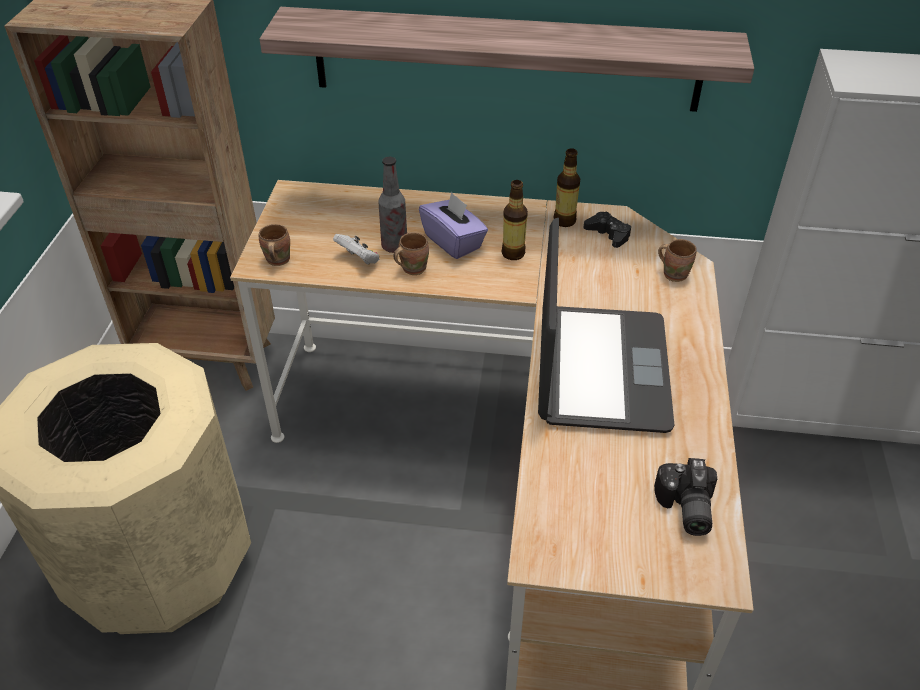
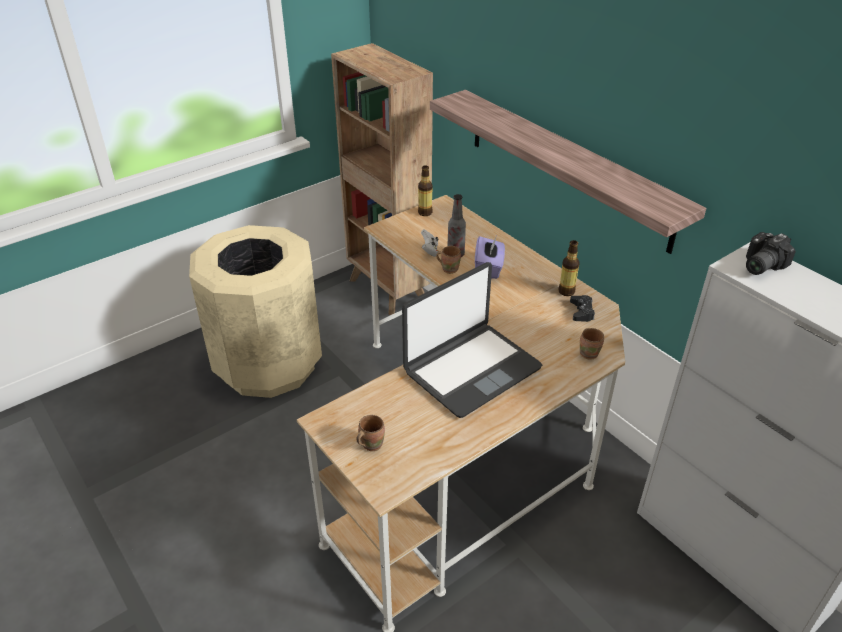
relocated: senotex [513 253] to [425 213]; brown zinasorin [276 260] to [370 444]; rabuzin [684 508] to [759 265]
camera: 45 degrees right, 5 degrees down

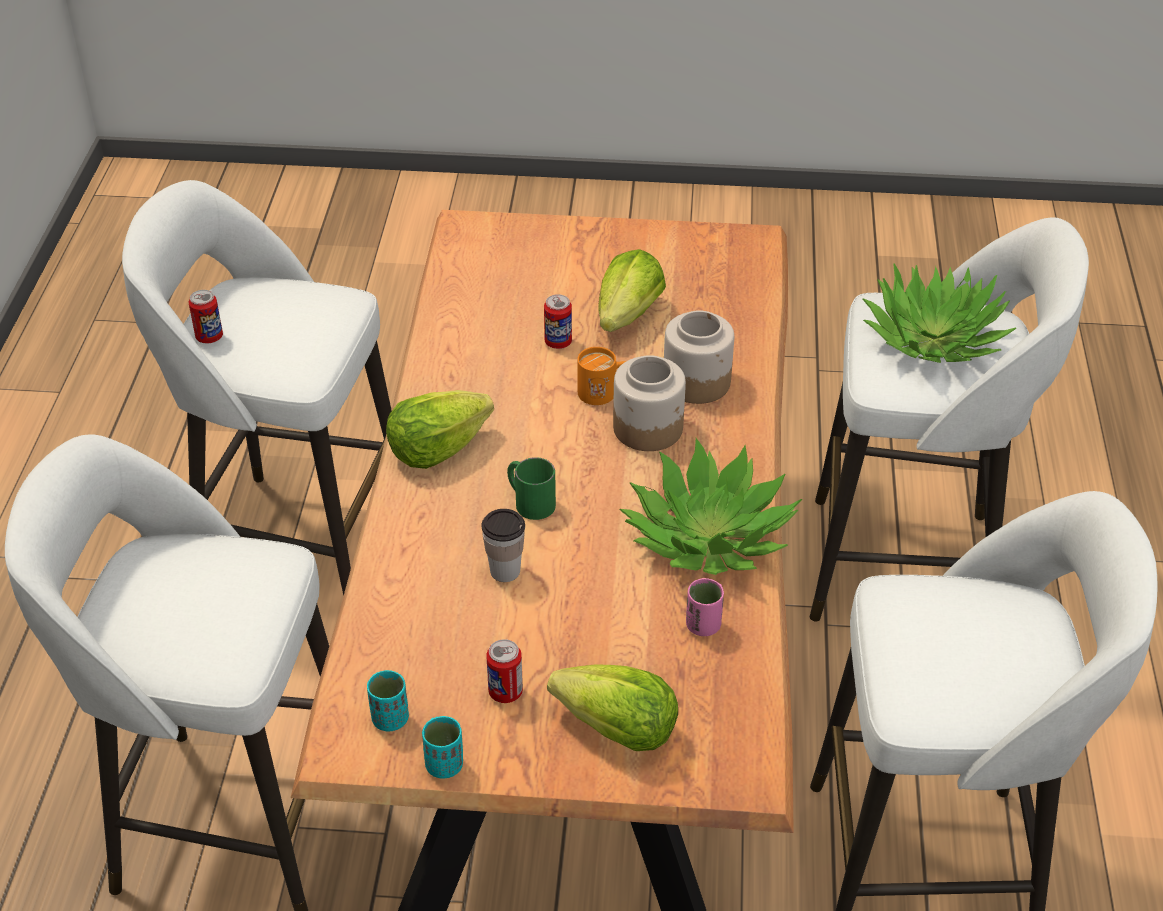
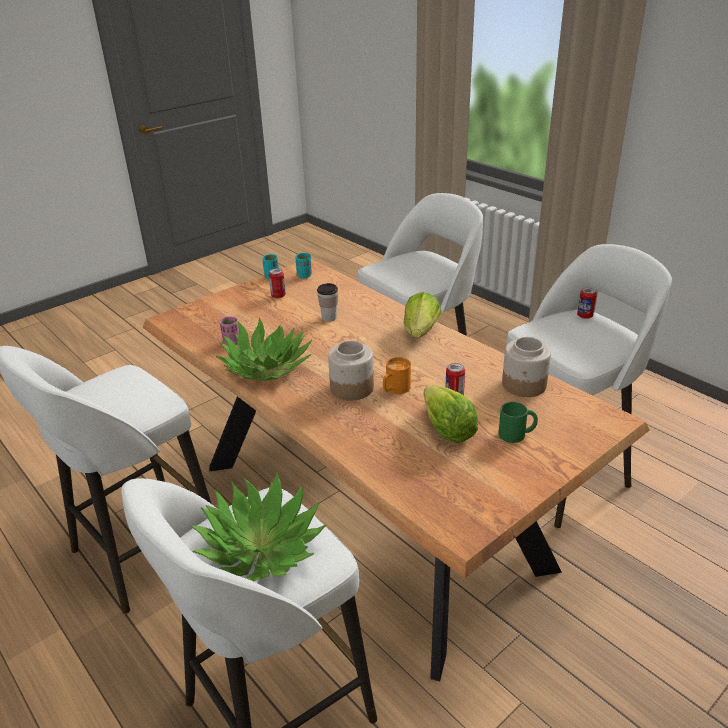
missing: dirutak [618 730]
relocated: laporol [697 381] to [524 385]; green zinasorin [529 501] to [517 434]
camera: 135 degrees right, 10 degrees down

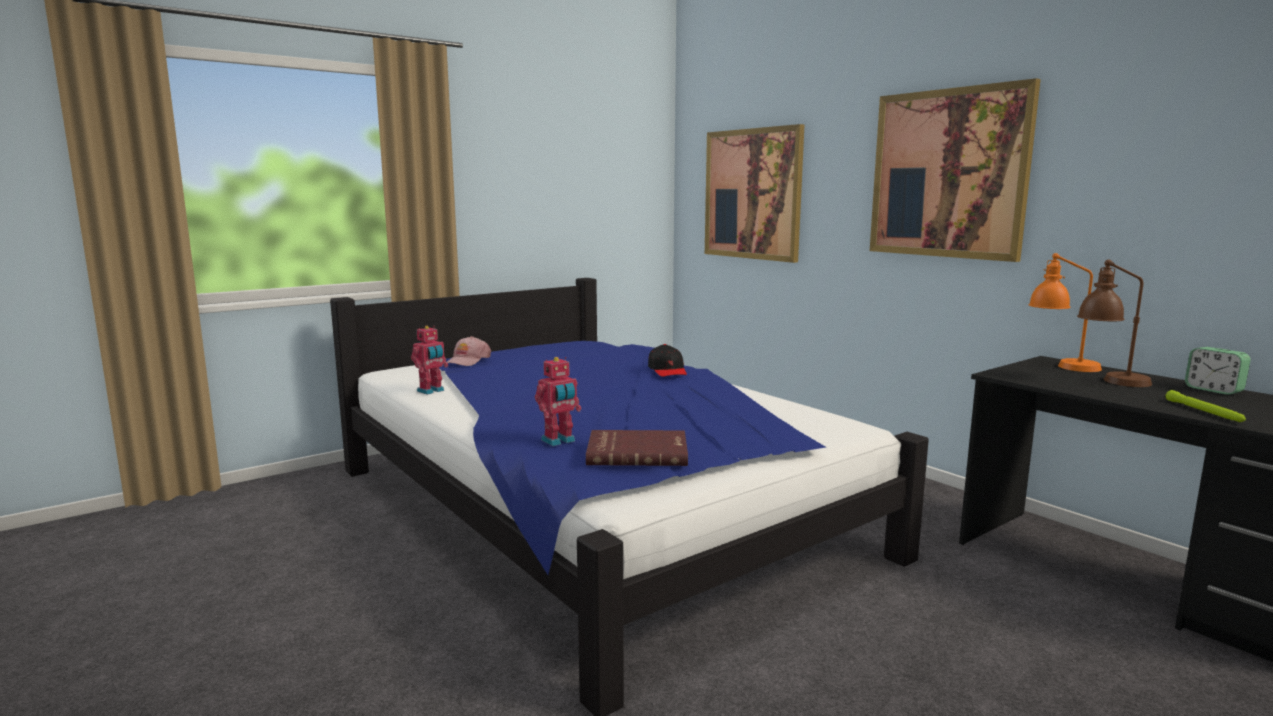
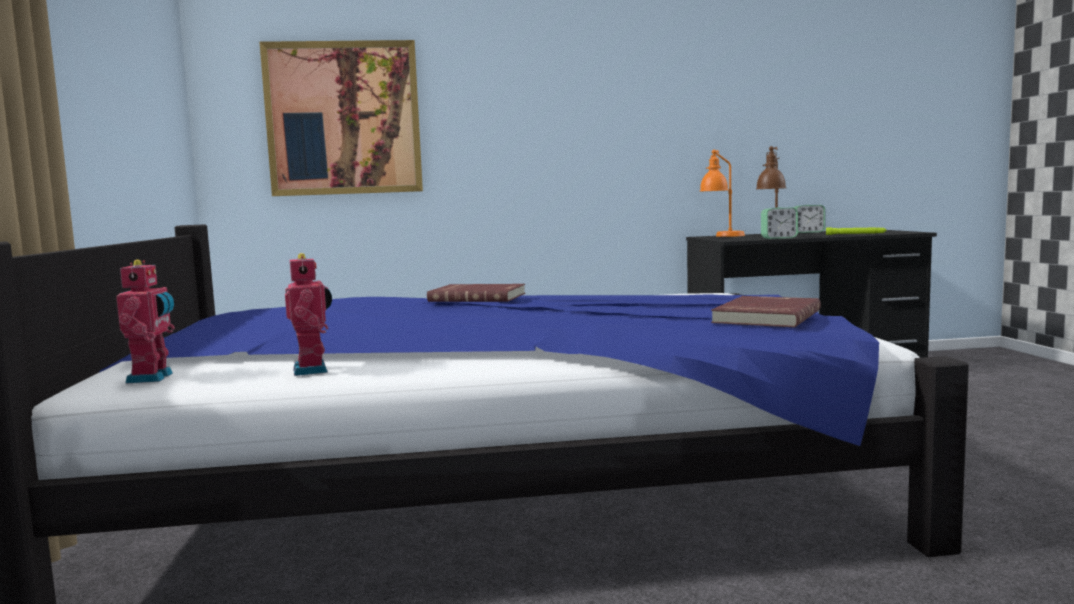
missing: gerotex [948 174]; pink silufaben [467 360]
appeared: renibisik [779 238]
relocated: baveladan [559 441] to [153 378]
exchanged: black silufaben [667 370] to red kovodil [478 297]
camera: 60 degrees left, 5 degrees down

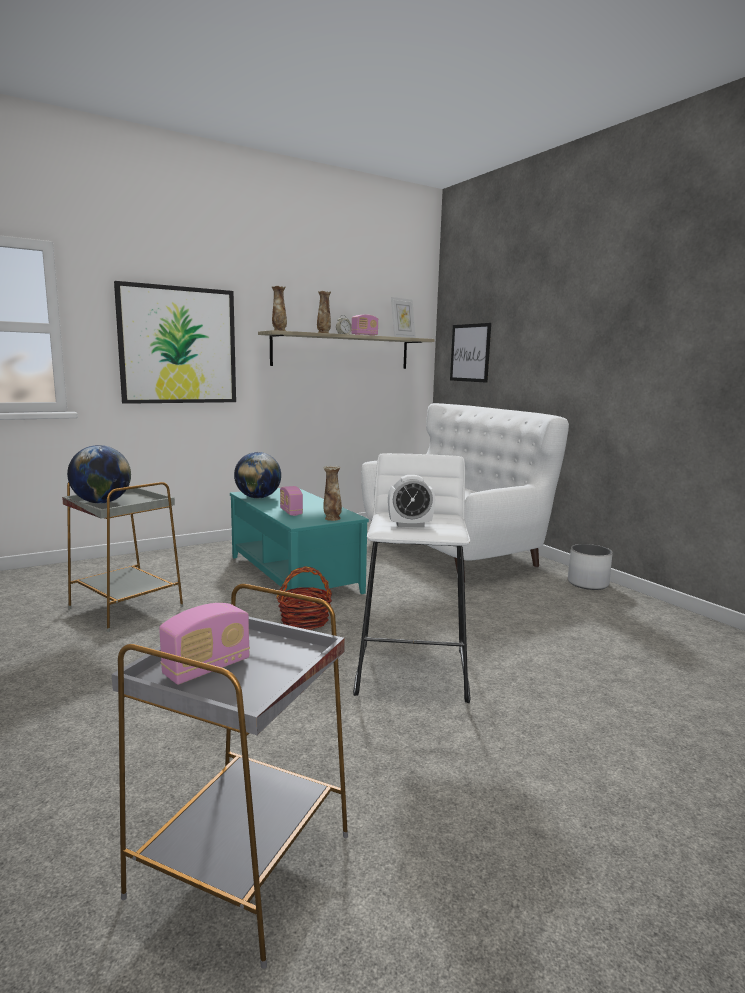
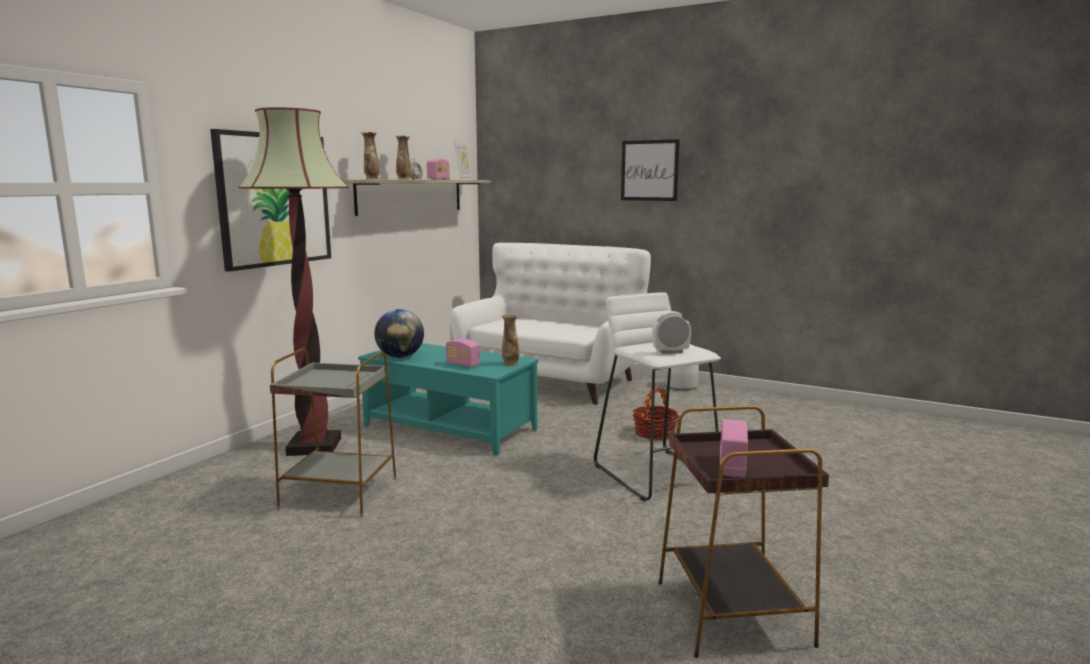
missing: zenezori [102 502]
appeared: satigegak [314 446]
relocated: gerotex [470 353] to [649 170]; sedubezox [305 621] to [654 433]
colour: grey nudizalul [244 864] to brown nudizalul [733 611]
spun: renibisik [410 525] = [670 352] 150 degrees counterclockwise
camera: 30 degrees left, 0 degrees up

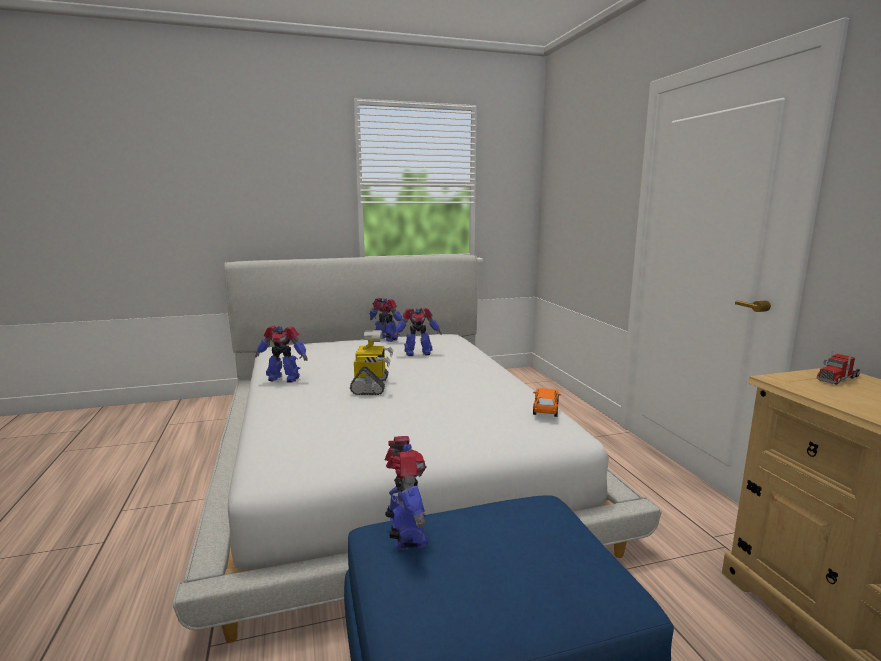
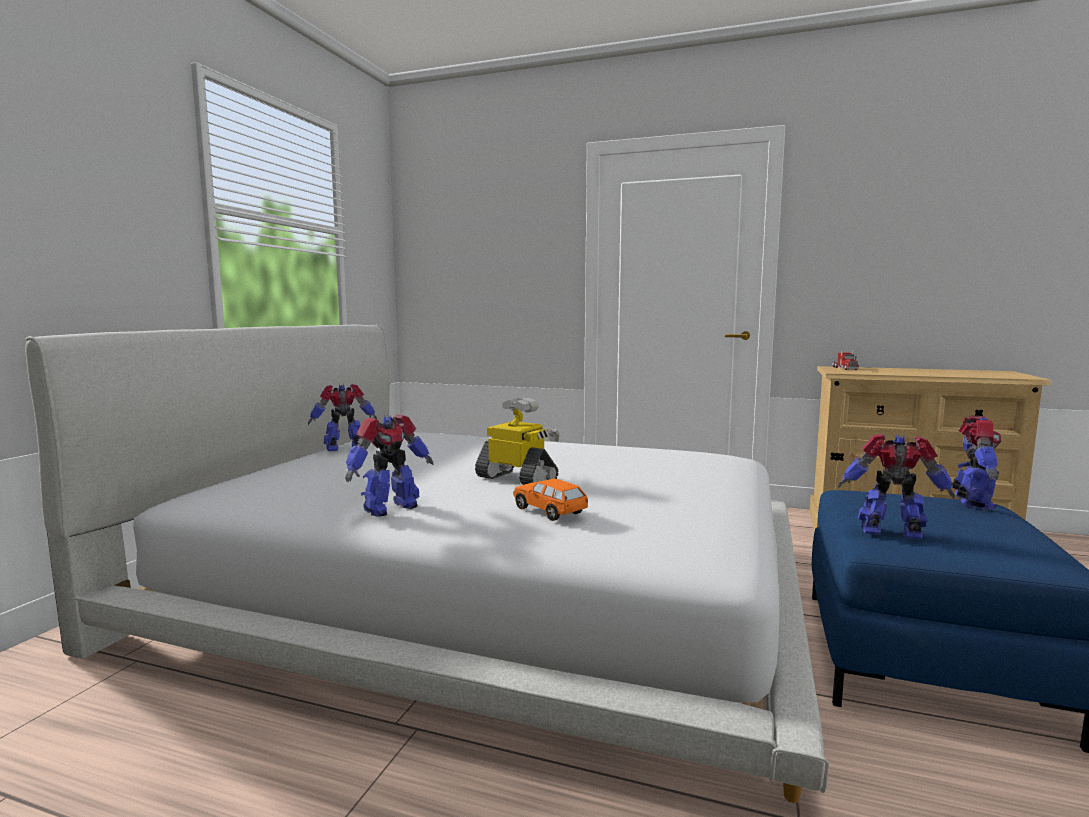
relocated: baveladan [417 353] to [972 502]; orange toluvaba [545 409] to [549 511]
camera: 55 degrees left, 5 degrees down

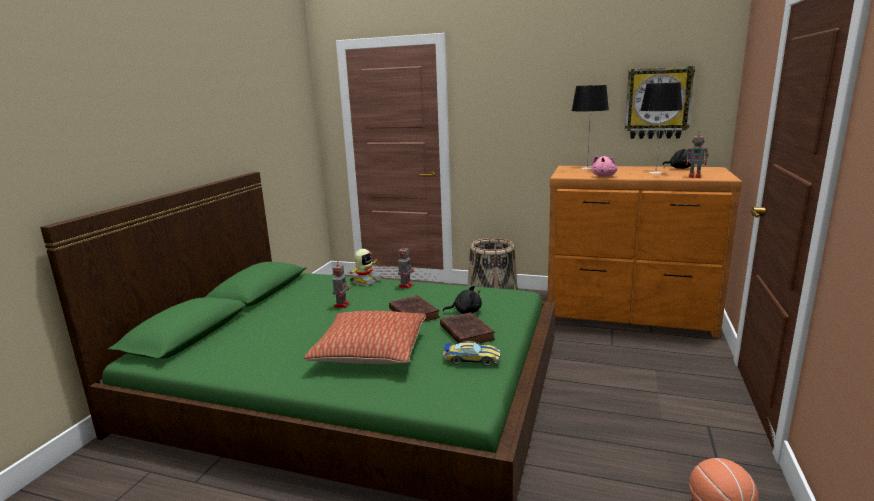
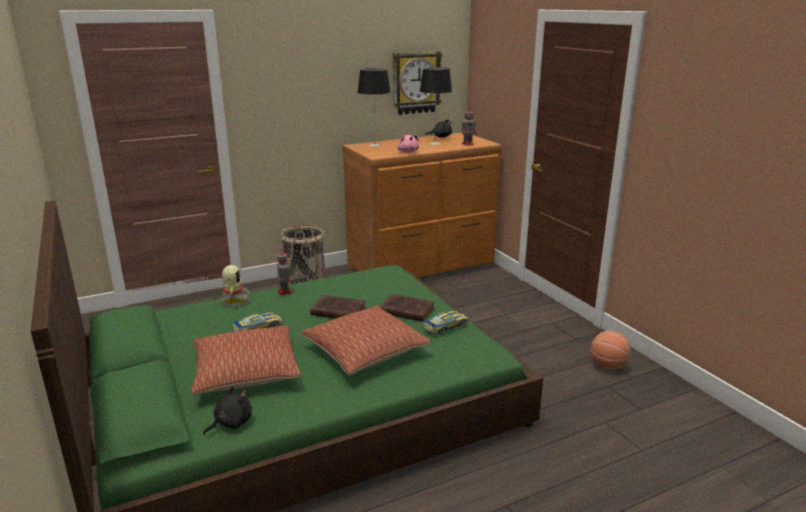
appeared: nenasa [246 372]
relocated: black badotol [465 312] to [231 423]
exchanged: baveladan [342 305] to toluvaba [258 328]
camera: 45 degrees left, 5 degrees up

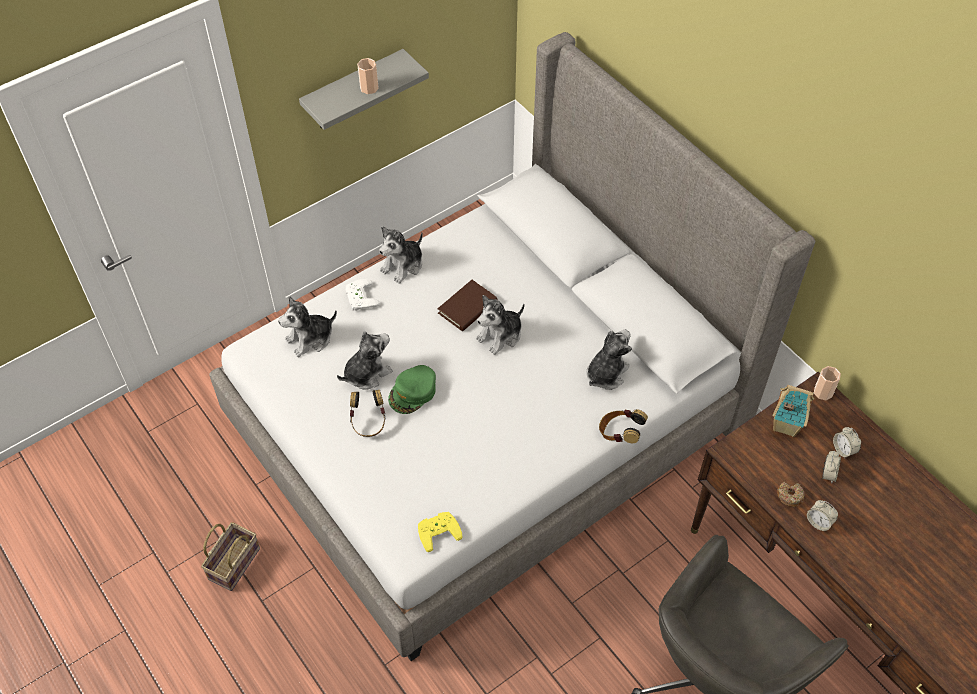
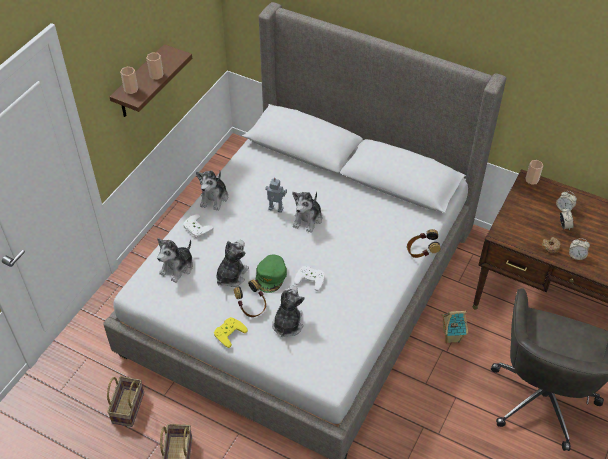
appeared: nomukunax [131 89]; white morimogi [311 278]; sedubezox [127 406]
relocated: badotol [606 373] to [287 324]; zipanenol [785 425] to [451 336]; yellow morimogi [438 530] to [228 332]
exchanged: brown kovodil [467 308] to baveladan [275 209]
colour: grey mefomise [354 91] to brown mefomise [140 83]
camera: 25 degrees left, 5 degrees down

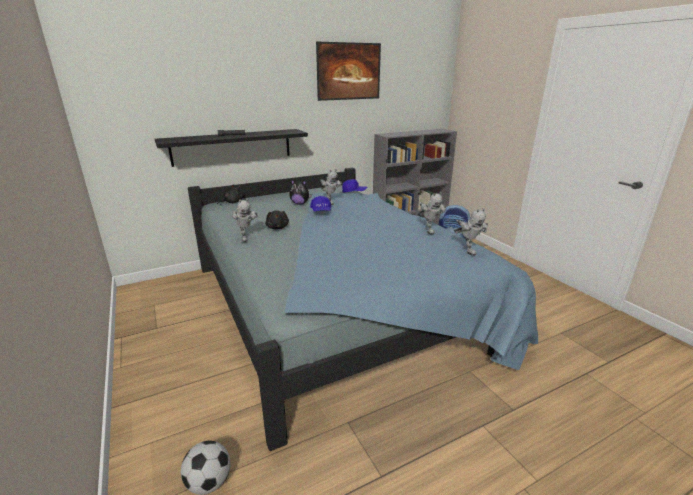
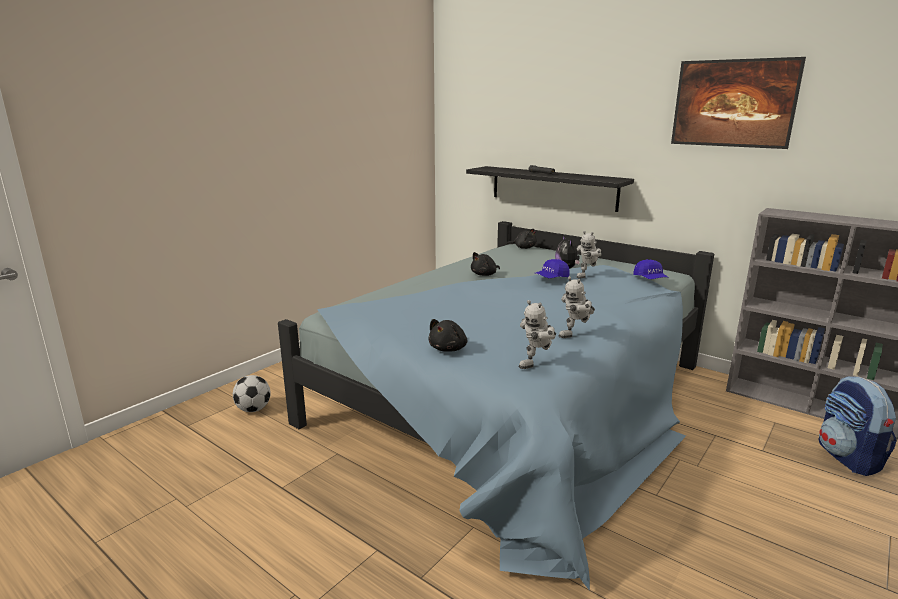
missing: baveladan [245 237]
appeared: black badotol [449 348]
camera: 65 degrees right, 5 degrees down

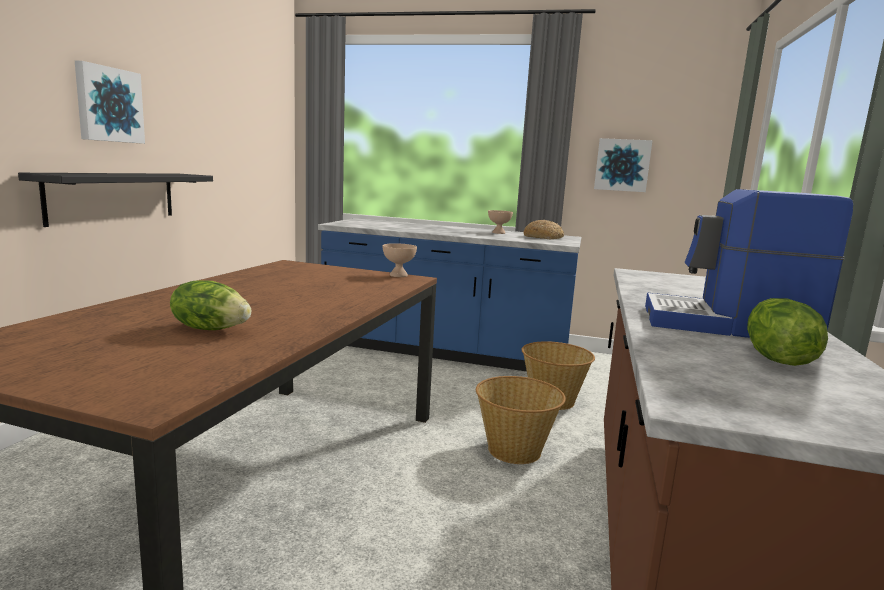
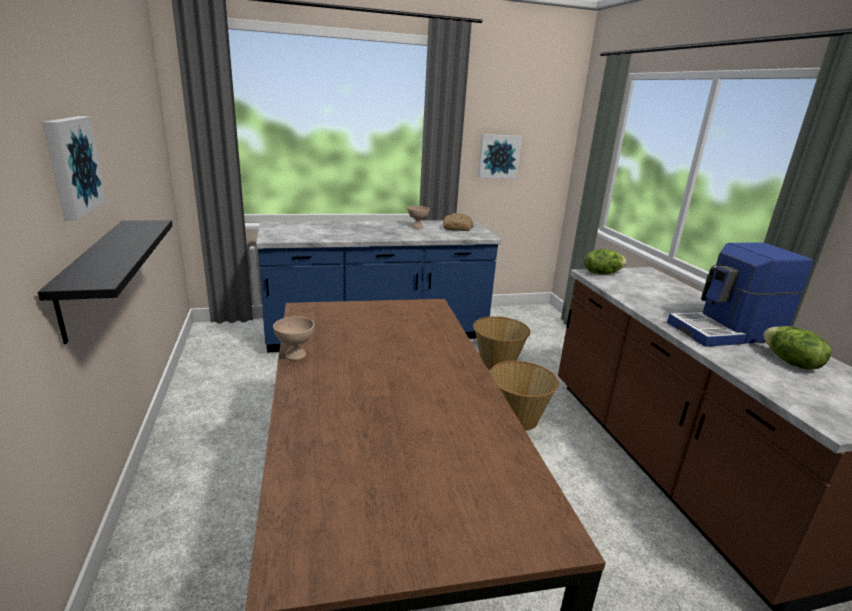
relocated: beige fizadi [399 275] to [296 355]; dirutak [211 328] to [602 273]
camera: 30 degrees left, 10 degrees up

